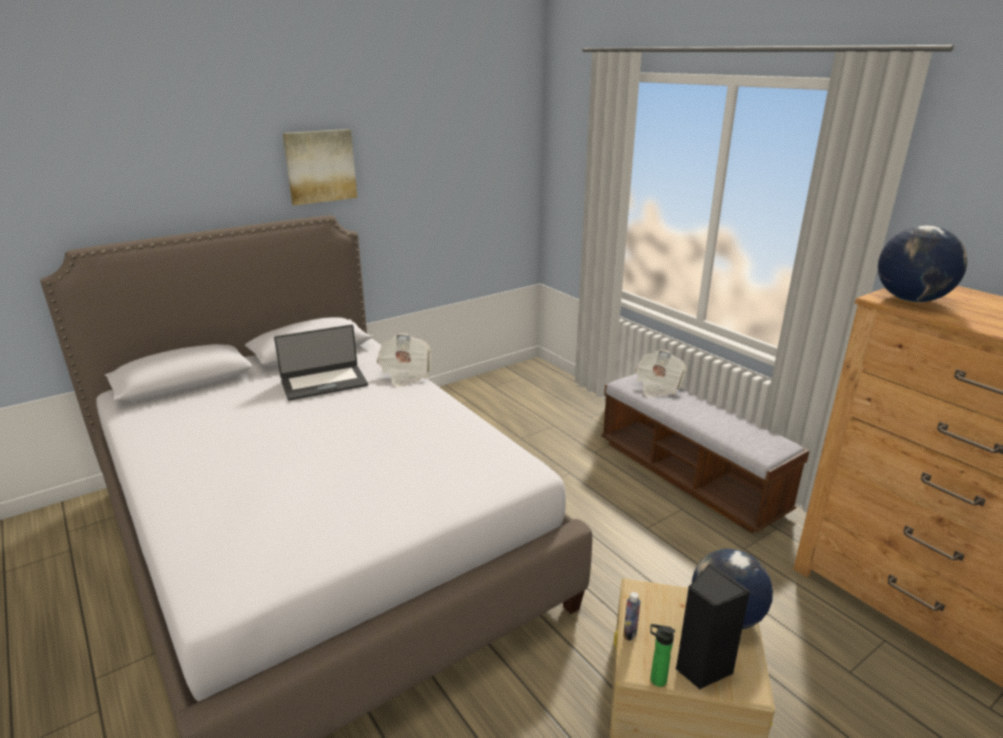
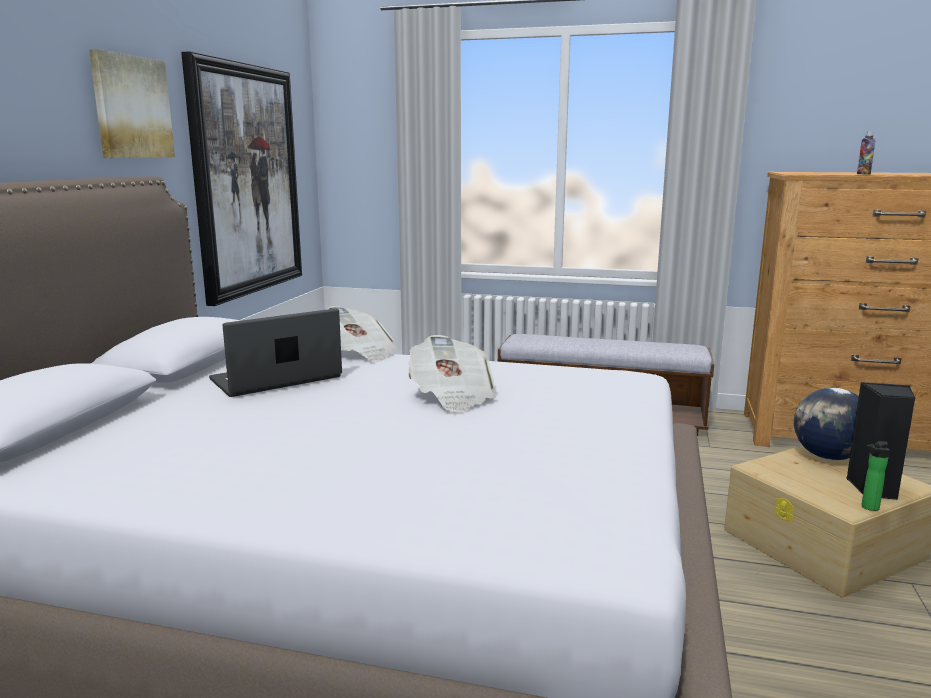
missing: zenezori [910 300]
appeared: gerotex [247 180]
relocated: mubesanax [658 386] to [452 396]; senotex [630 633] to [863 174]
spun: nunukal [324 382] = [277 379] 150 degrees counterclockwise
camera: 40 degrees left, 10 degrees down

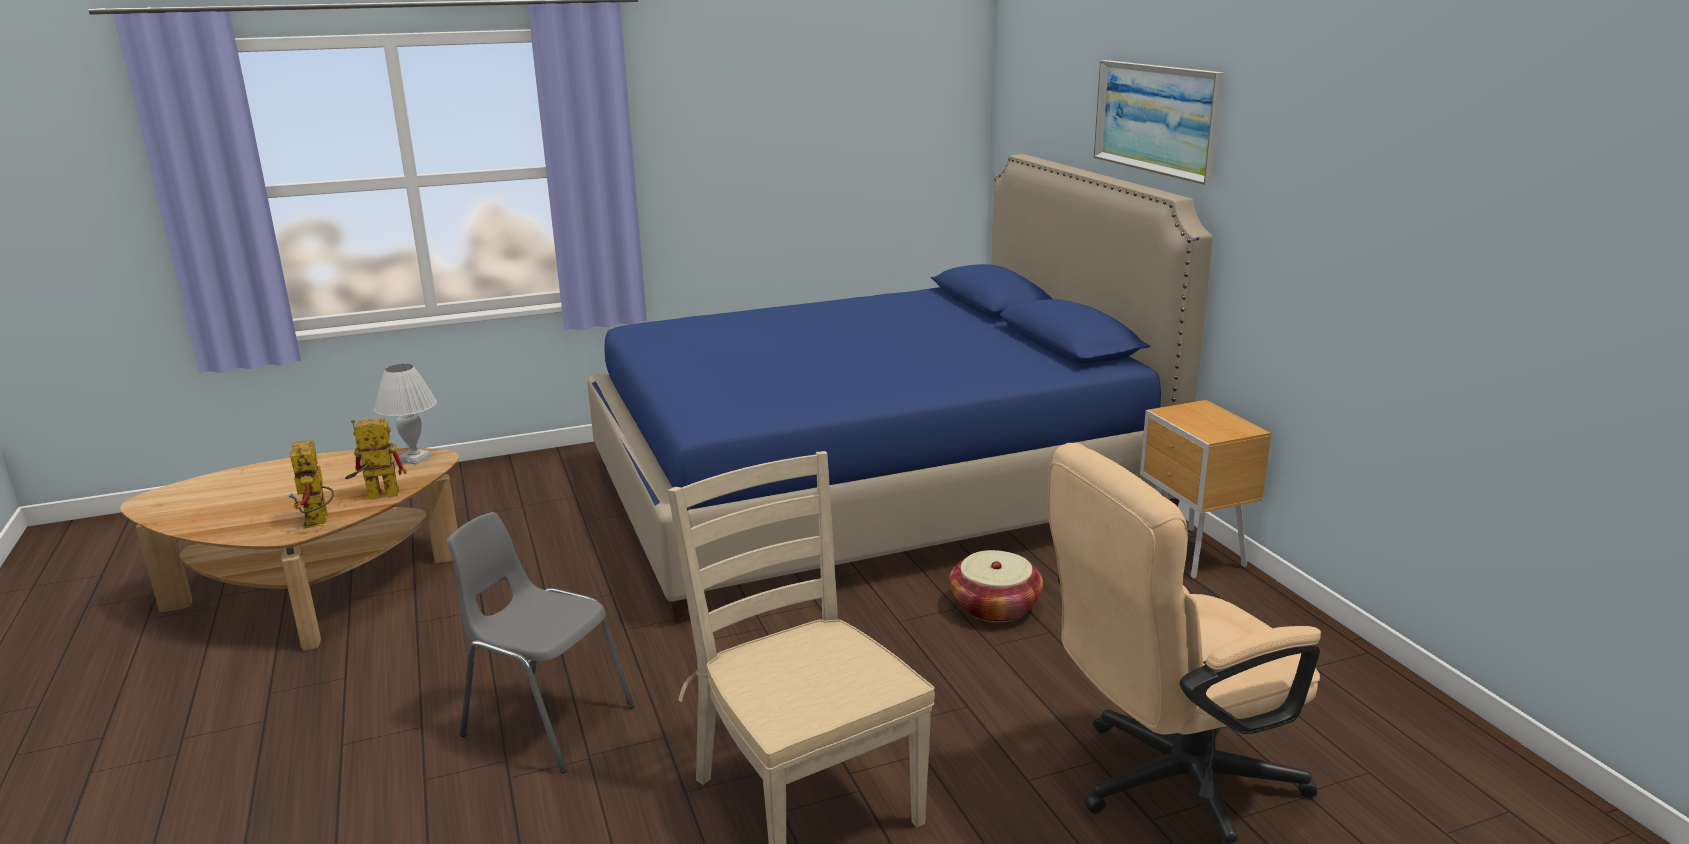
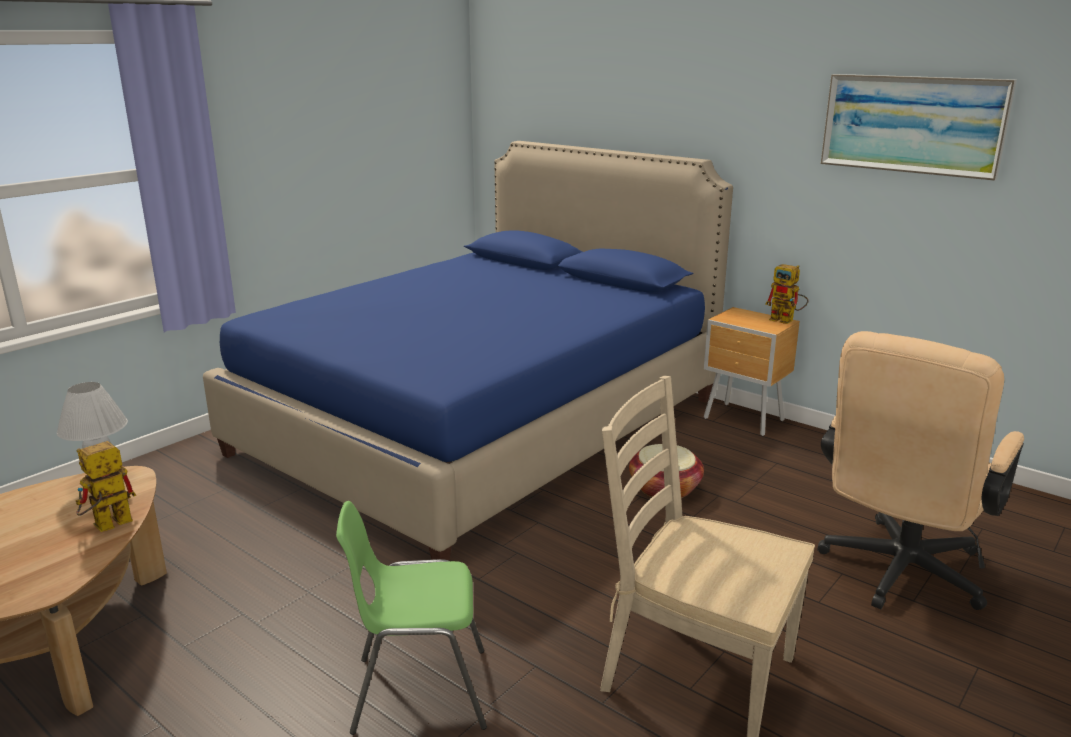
relocated: gerotex [1156 118] to [912 124]; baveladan [319 523] to [786 320]
colour: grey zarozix [546 721] to green zarozix [419 691]
camera: 30 degrees left, 0 degrees up

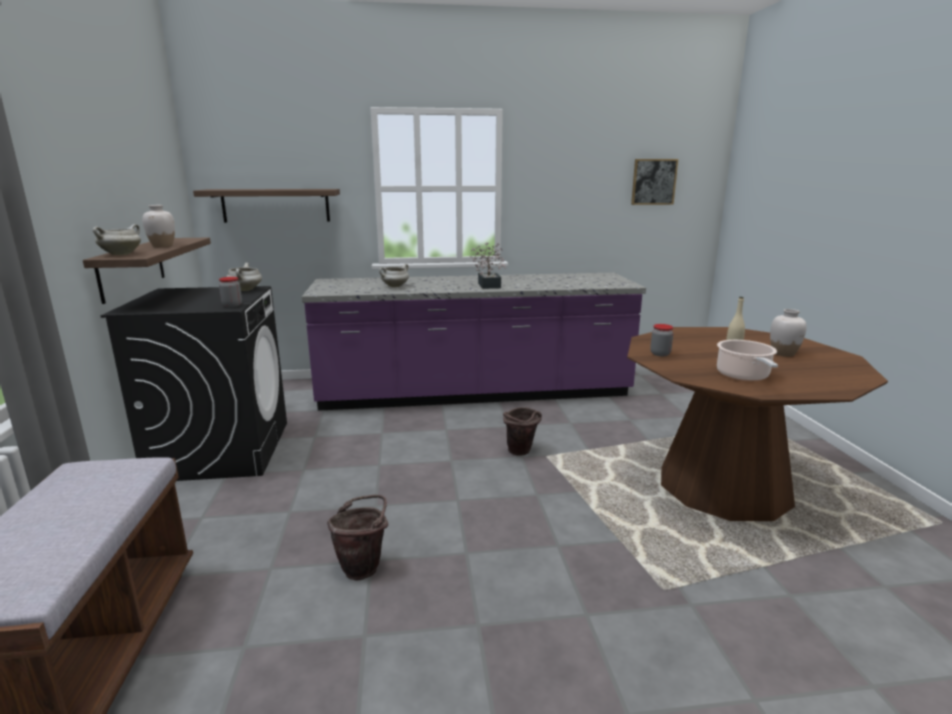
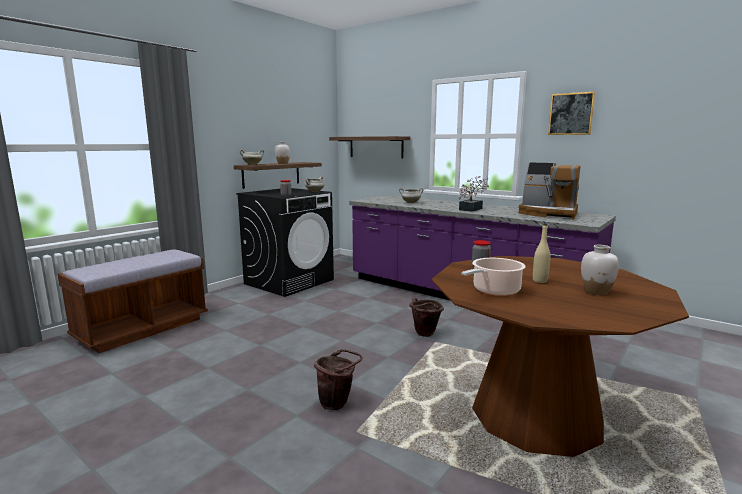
appeared: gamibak [548 213]
relocated: gerotex [653 182] to [571 114]; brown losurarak [363 566] to [337 403]
camera: 45 degrees right, 5 degrees down

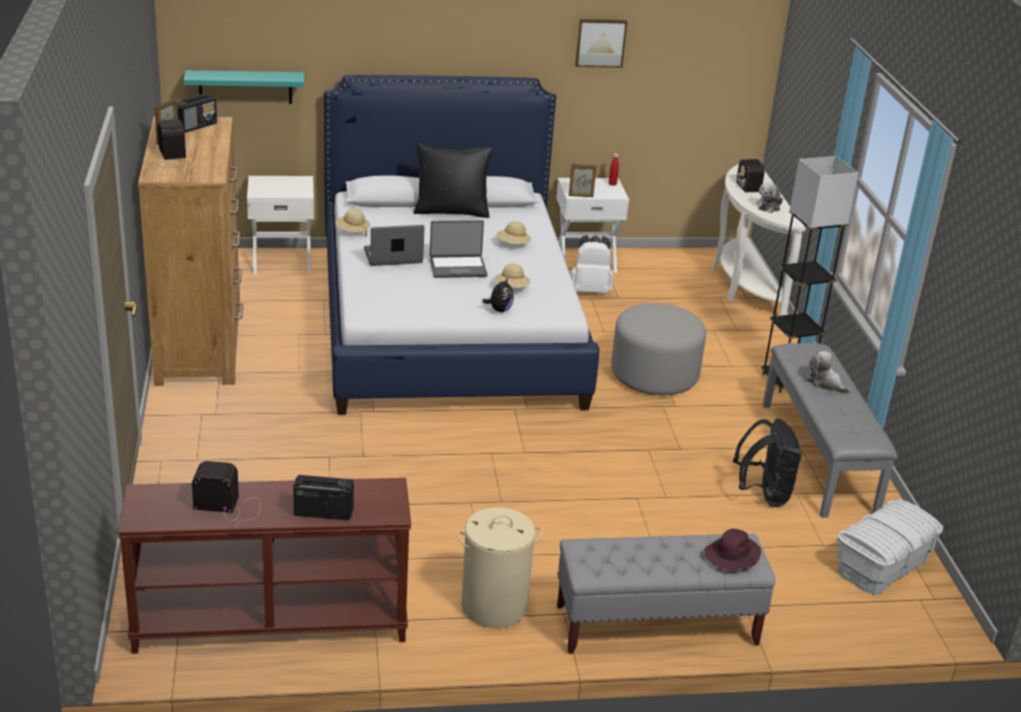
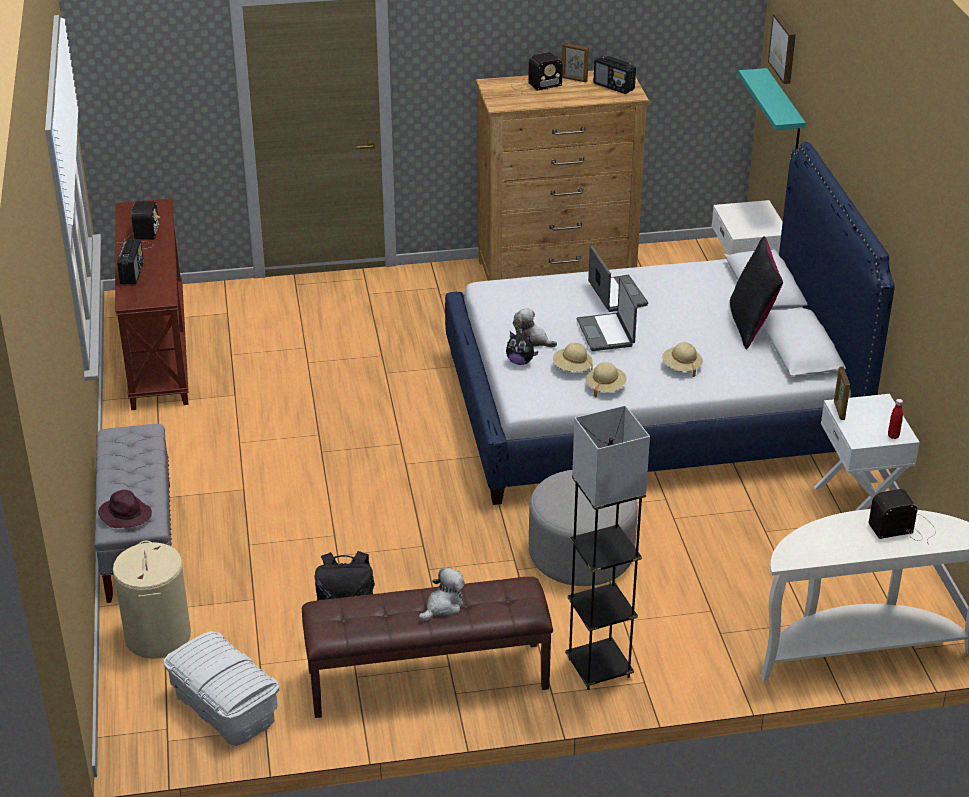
missing: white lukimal [590 290]
relocated: gerotex [600 42] to [784 48]; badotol [769 206] to [532 340]; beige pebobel [352 231] to [605 387]; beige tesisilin [493 606] to [158 636]
colour: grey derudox [819 457] to brown derudox [427 679]
camera: 90 degrees right, 5 degrees up

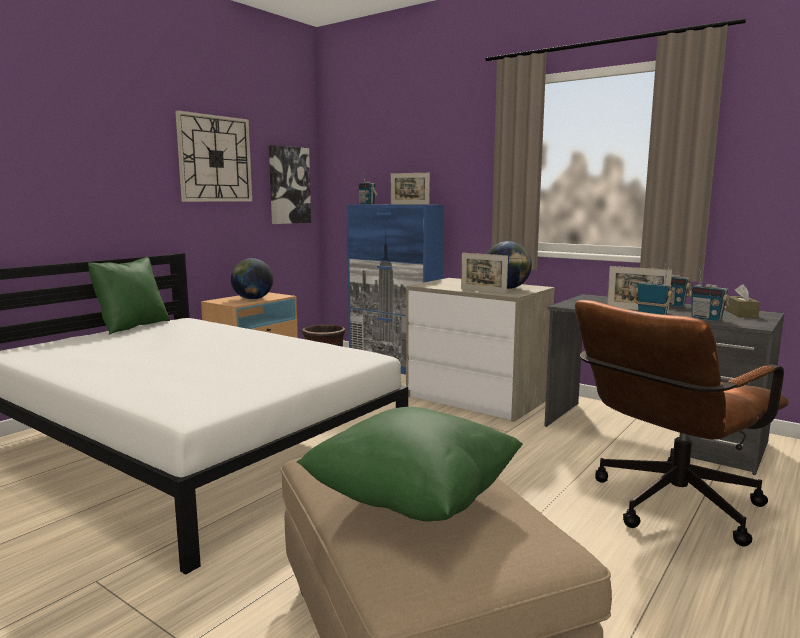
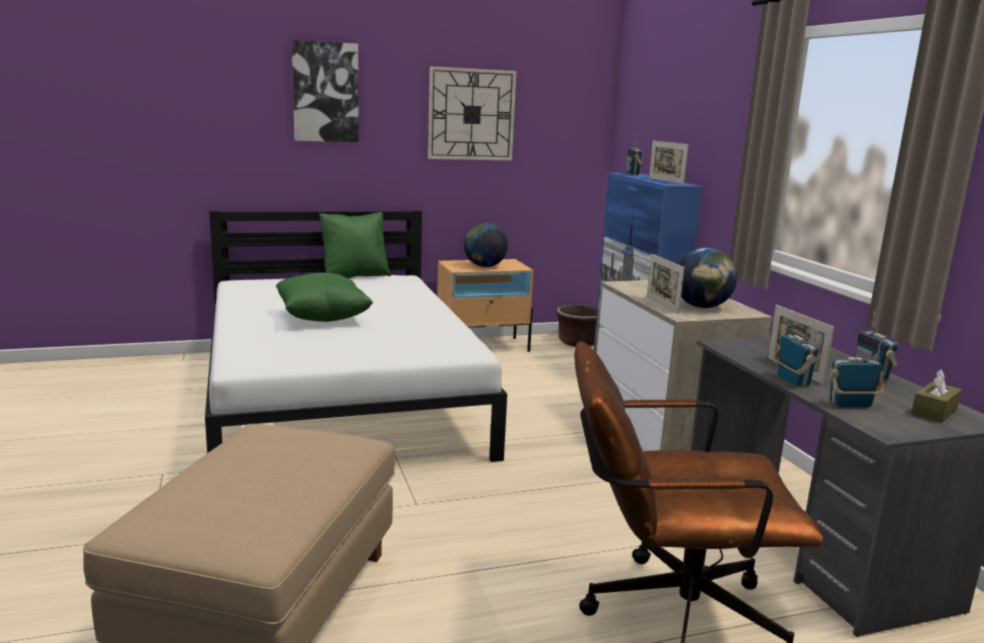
relocated: gerotex [289 185] to [325 92]; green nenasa [413 501] to [323 318]
spun: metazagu [706 318] = [850 405] 90 degrees clockwise
camera: 35 degrees right, 5 degrees up

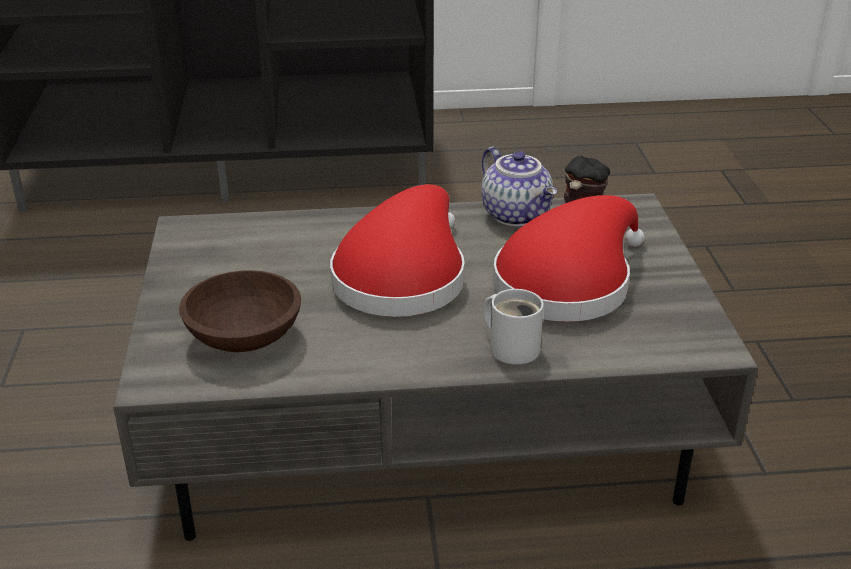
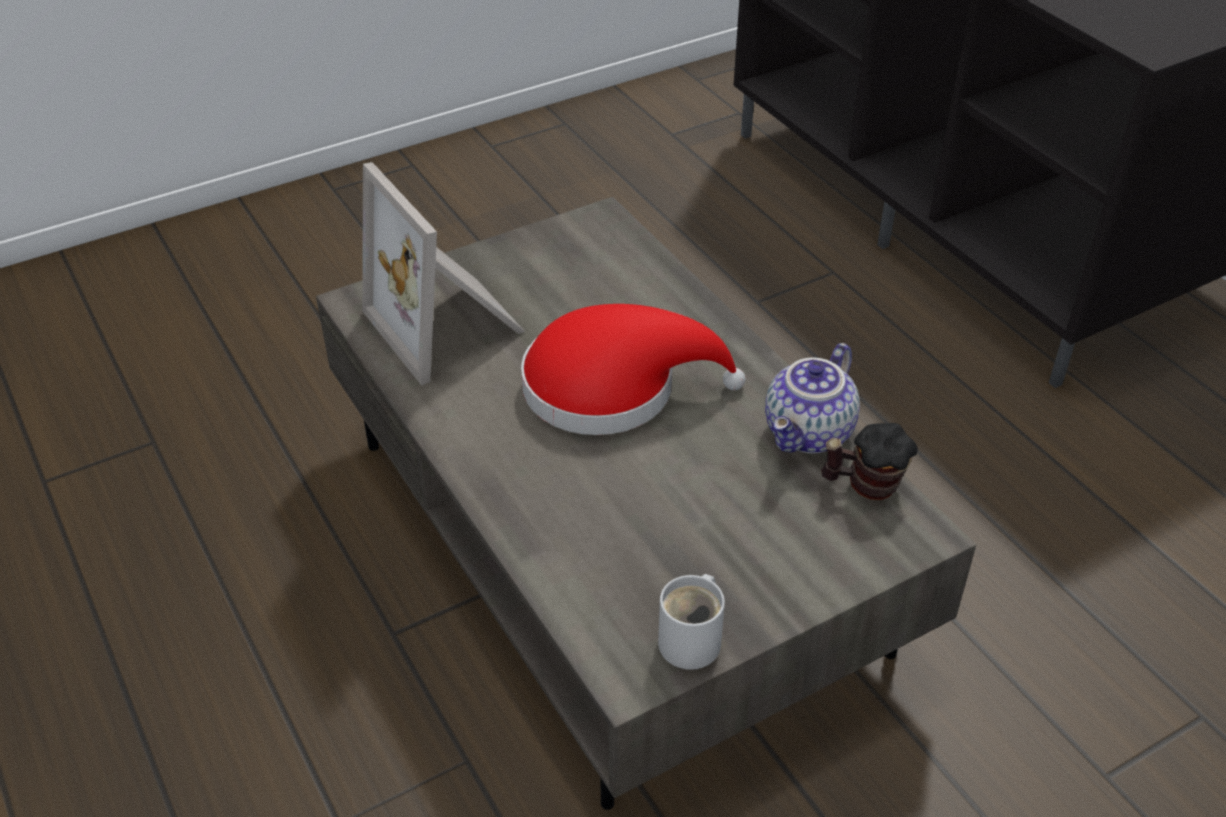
missing: red pebobel [567 283]
relocated: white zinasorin [512 346] to [694 640]
exchanged: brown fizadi [246 336] to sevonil [449 325]
camera: 65 degrees right, 10 degrees up

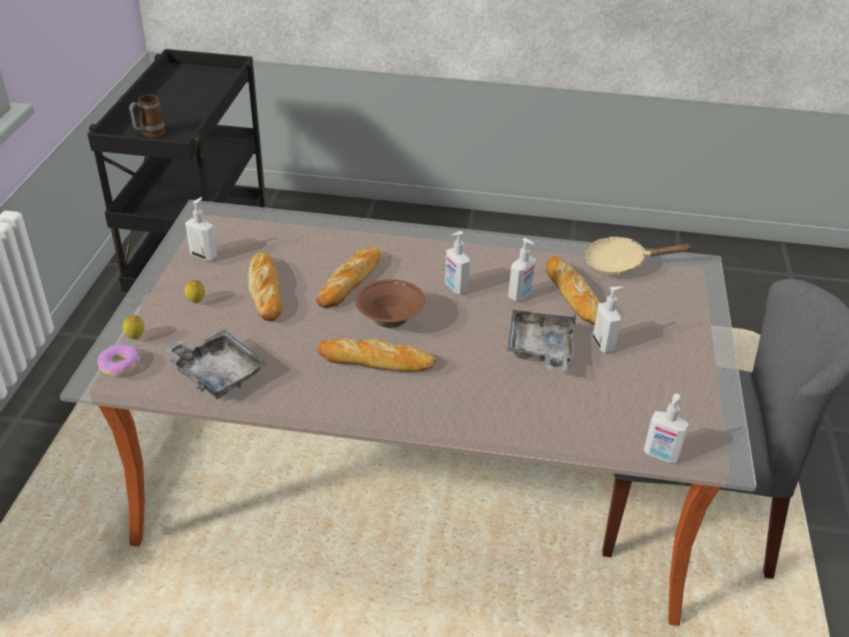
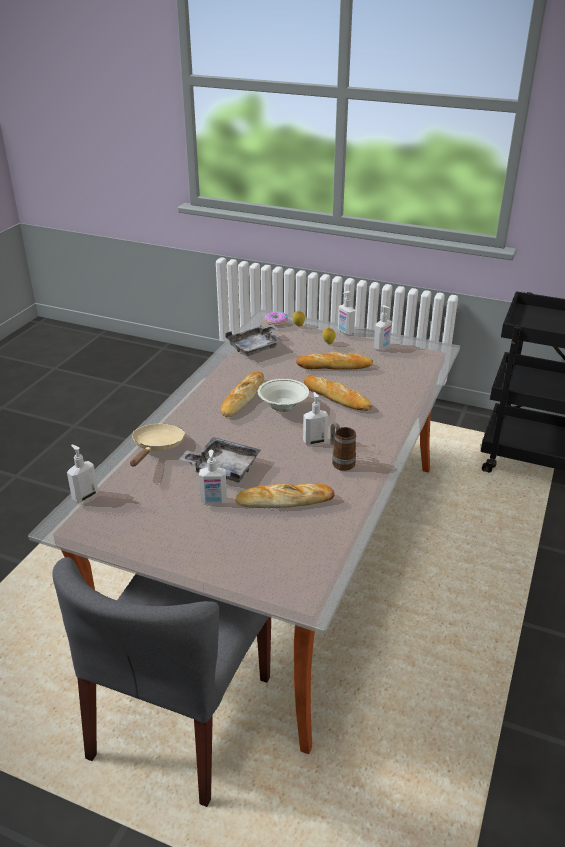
relocated: zinasorin [149 134] to [340 461]; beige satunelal [620 264] to [157 447]; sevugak [520 295] to [345 332]
colour: brown fizadi [390 321] to white fizadi [283 408]
camera: 105 degrees right, 5 degrees down

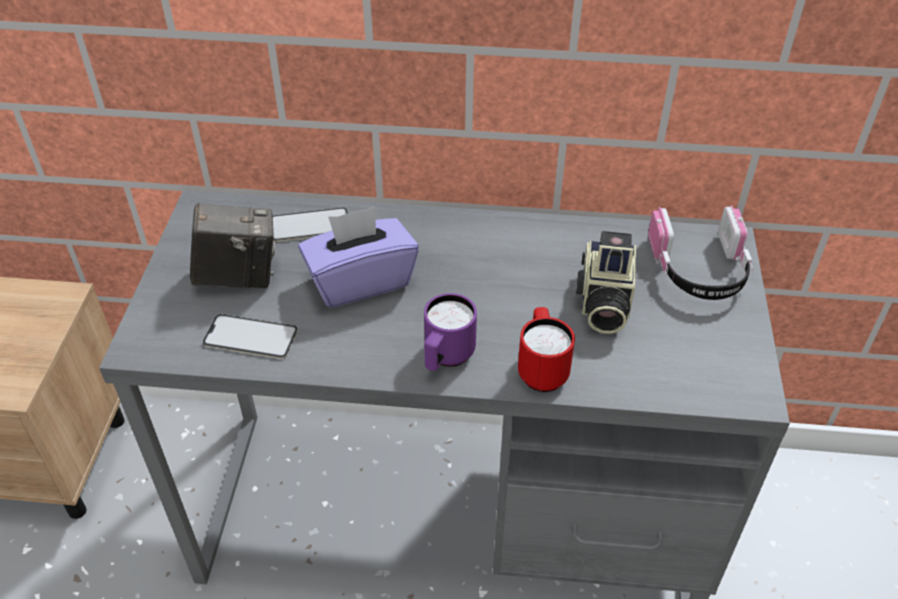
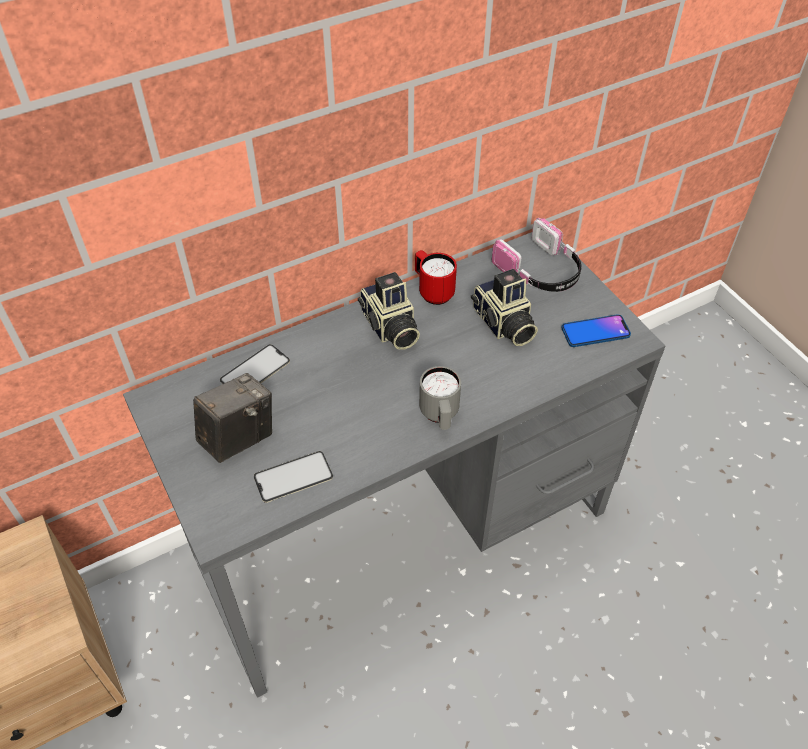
missing: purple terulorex [360 280]
appeared: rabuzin [389 328]; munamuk [595 332]
relocated: red zinasorin [541 369] to [432 291]
colour: purple zinasorin [446 358] to grey zinasorin [440 416]
camera: 35 degrees left, 5 degrees up

